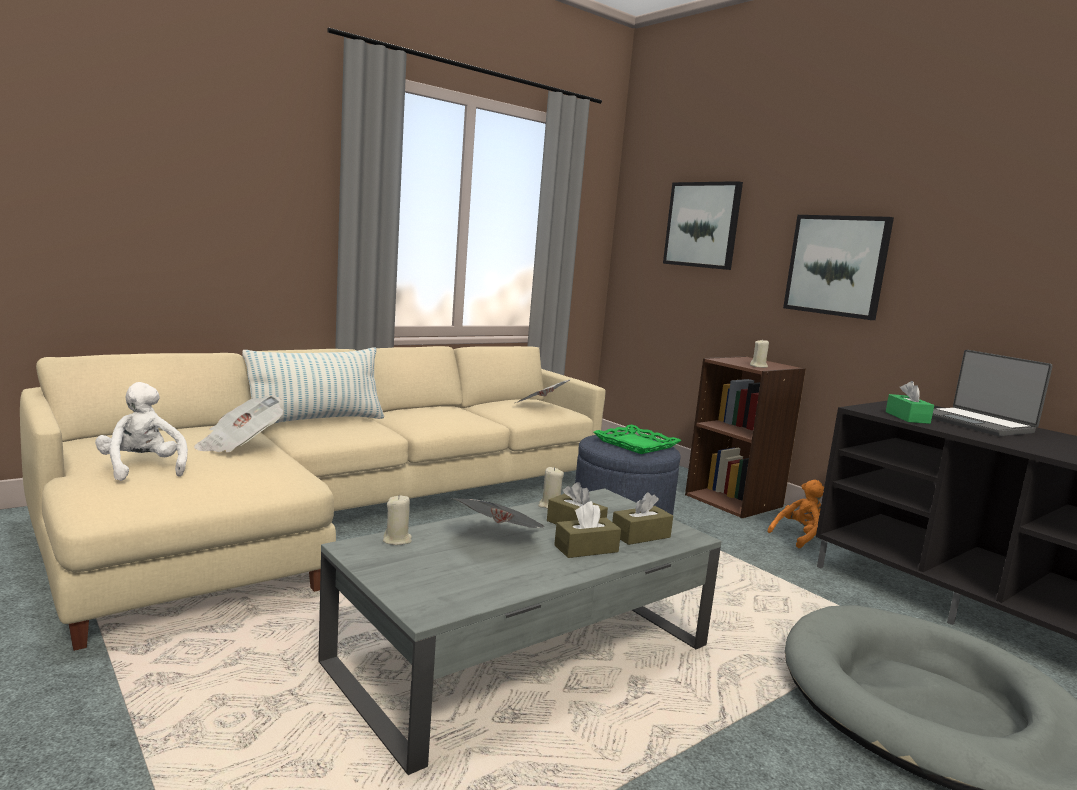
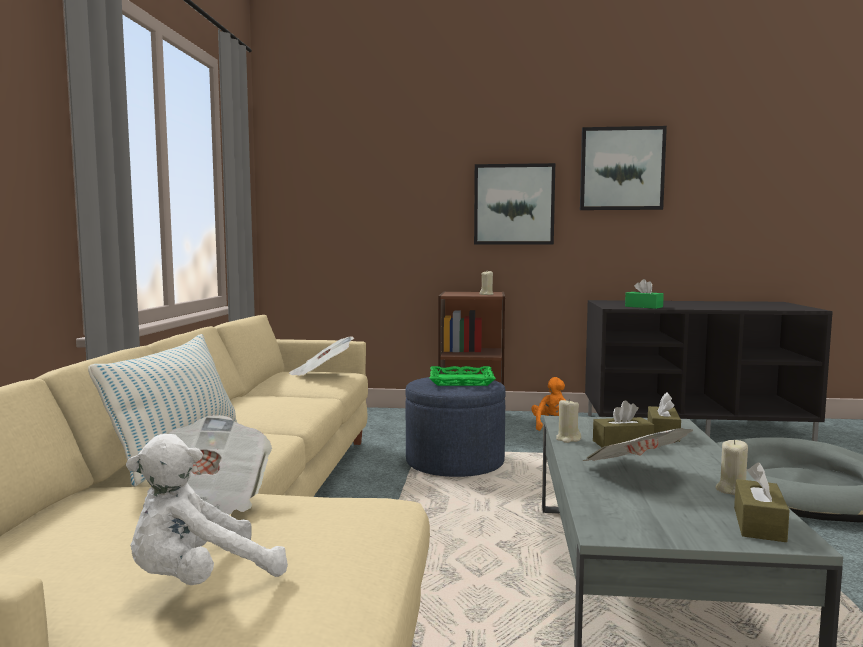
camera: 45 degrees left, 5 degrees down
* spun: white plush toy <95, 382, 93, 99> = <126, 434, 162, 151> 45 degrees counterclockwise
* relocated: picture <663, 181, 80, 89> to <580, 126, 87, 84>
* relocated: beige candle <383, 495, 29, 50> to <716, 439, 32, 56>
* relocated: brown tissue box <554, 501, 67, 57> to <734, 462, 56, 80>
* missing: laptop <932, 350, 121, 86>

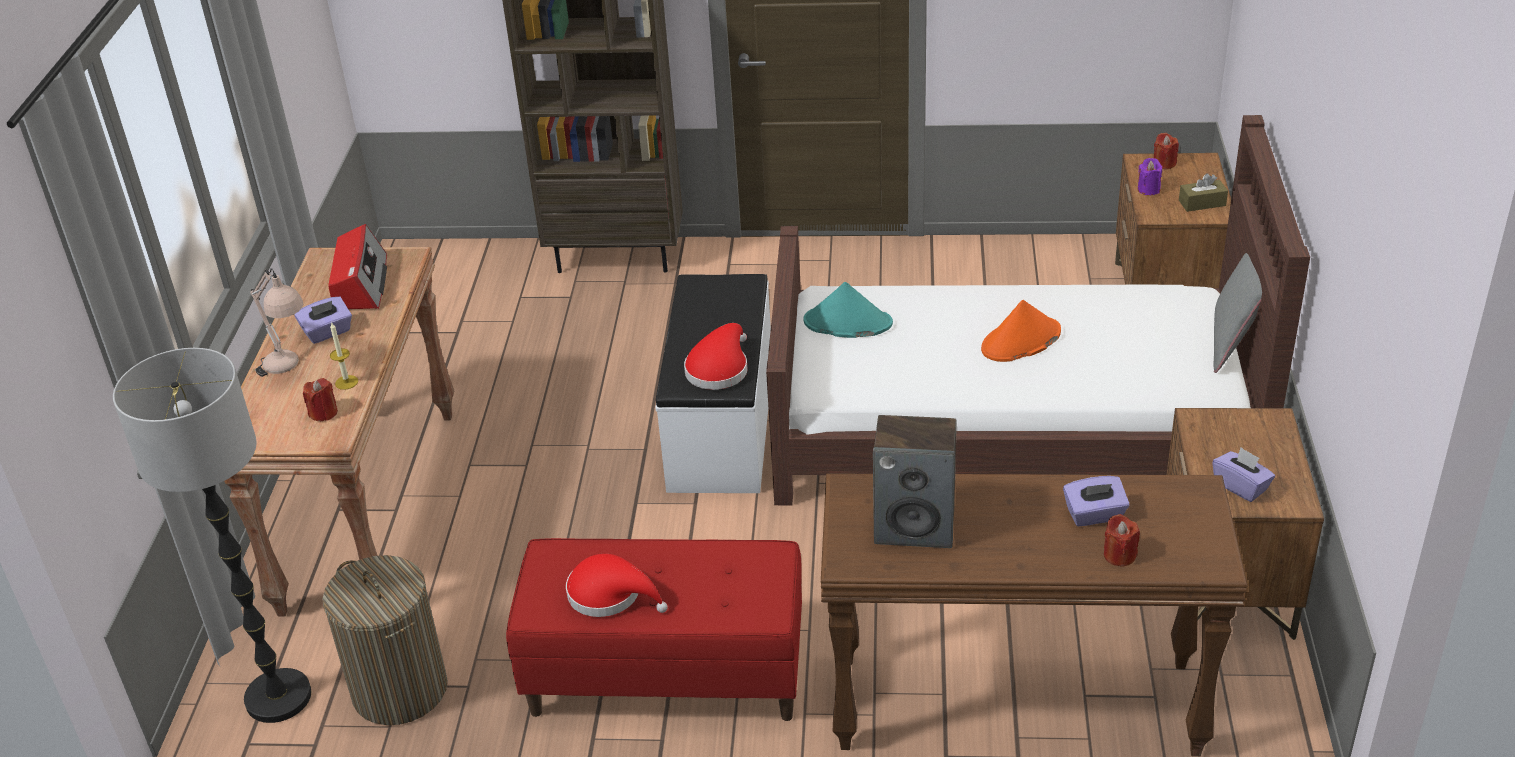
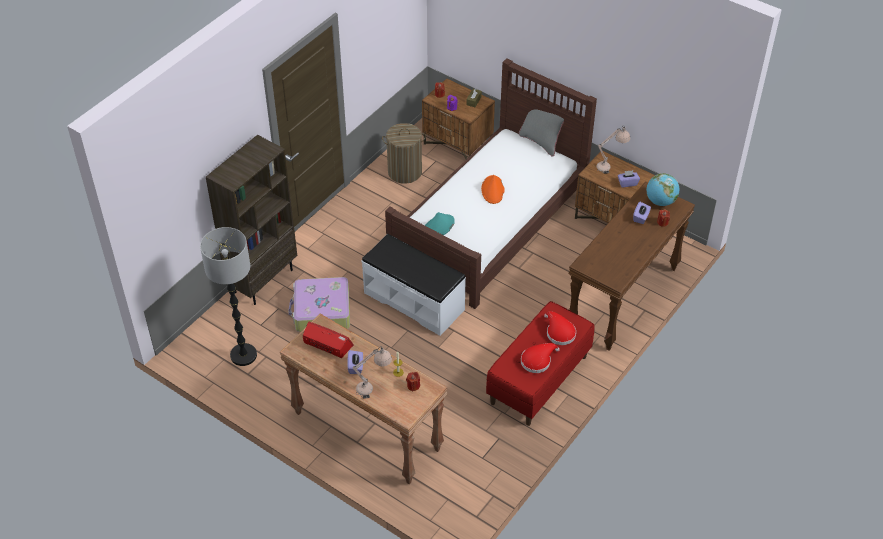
camera: 60 degrees left, 10 degrees up
* relocated: floor lamp <113, 348, 198, 375> to <200, 227, 57, 139>
* appeared: suitcase <288, 277, 62, 55>
* relocated: laundry basket <323, 555, 125, 170> to <382, 123, 44, 61>
* relocated: red hat <684, 323, 63, 67> to <544, 311, 32, 34>
* appeared: beige table lamp <596, 125, 34, 49>
* appeared: globe <646, 173, 33, 33>
* missing: speaker <873, 415, 84, 133>

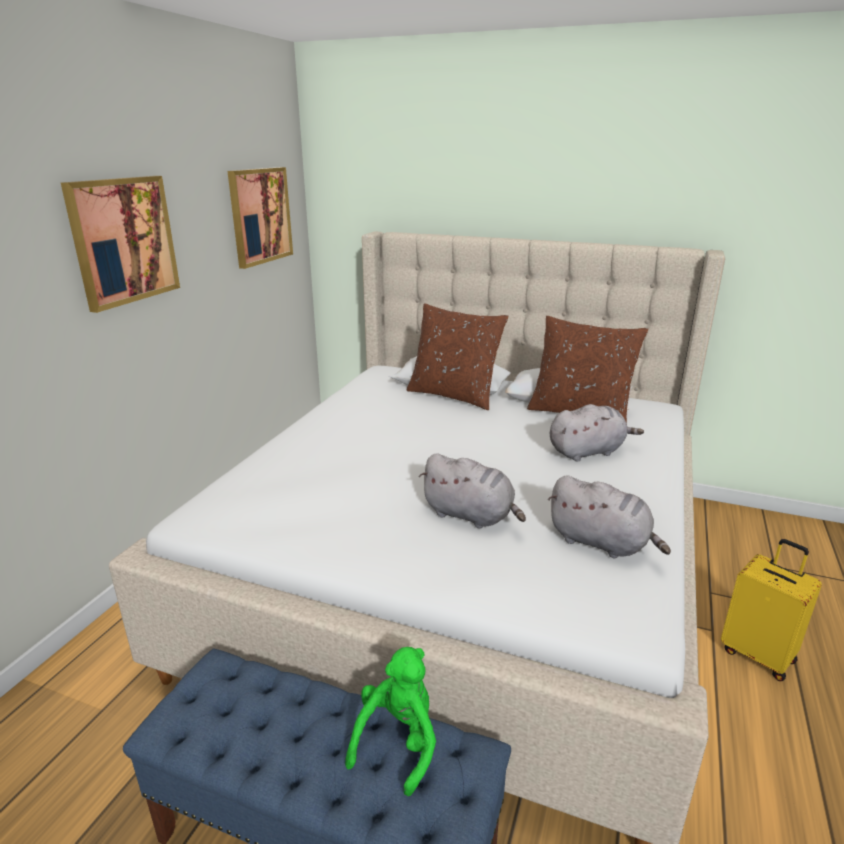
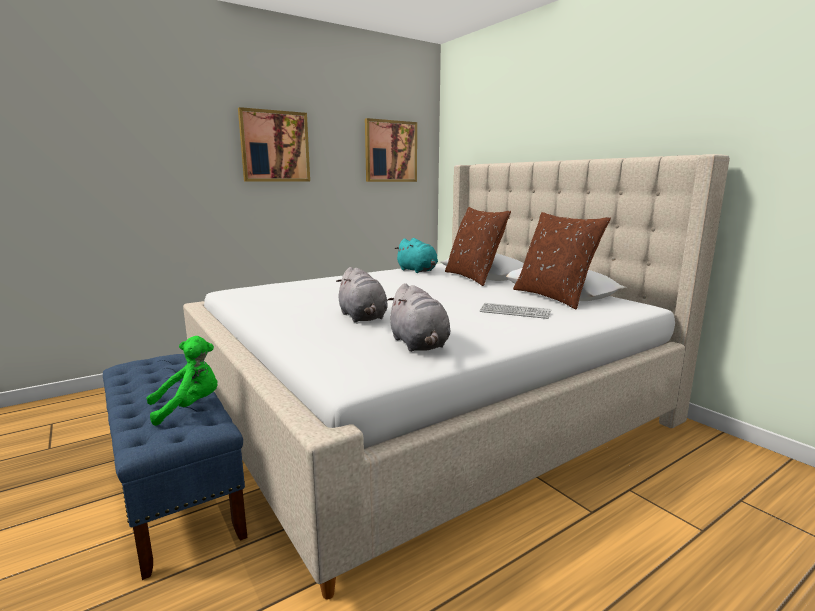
camera: 35 degrees right, 10 degrees down
* appeared: turquoise plush toy <395, 238, 43, 35>
* exchanged: grey plush toy <550, 404, 94, 58> to keyboard <480, 303, 71, 16>
* missing: yellow suitcase <721, 539, 101, 142>

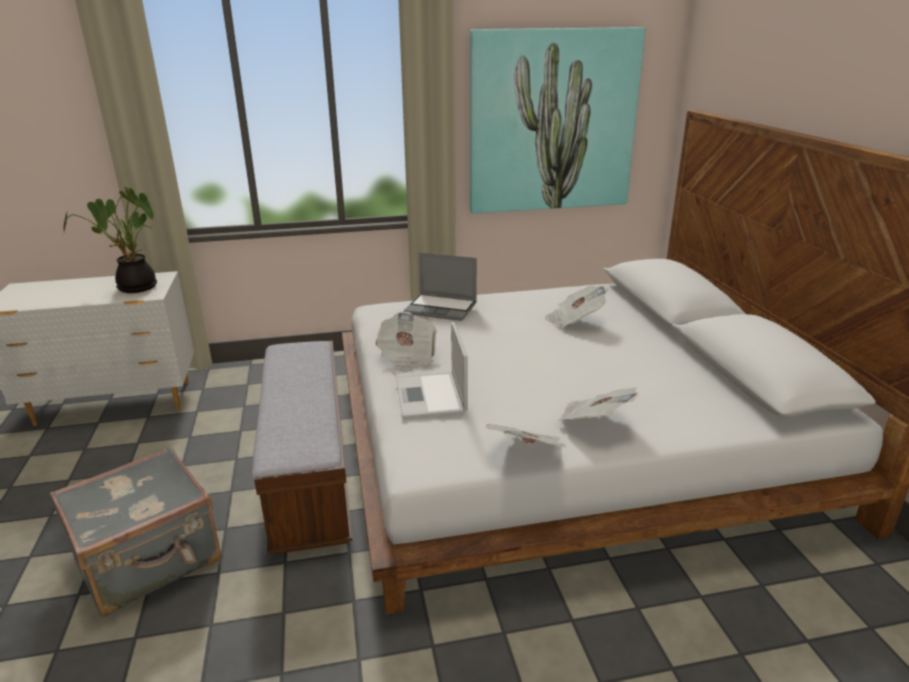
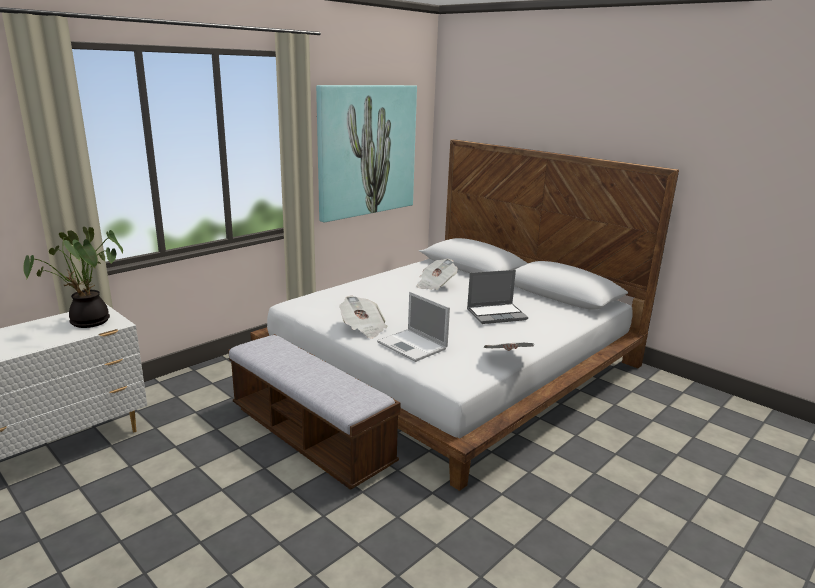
camera: 35 degrees left, 5 degrees down
* relocated: laptop <404, 252, 73, 69> to <467, 270, 61, 54>
* missing: grey suitcase <50, 447, 172, 170>
* missing: newspaper <558, 387, 80, 34>

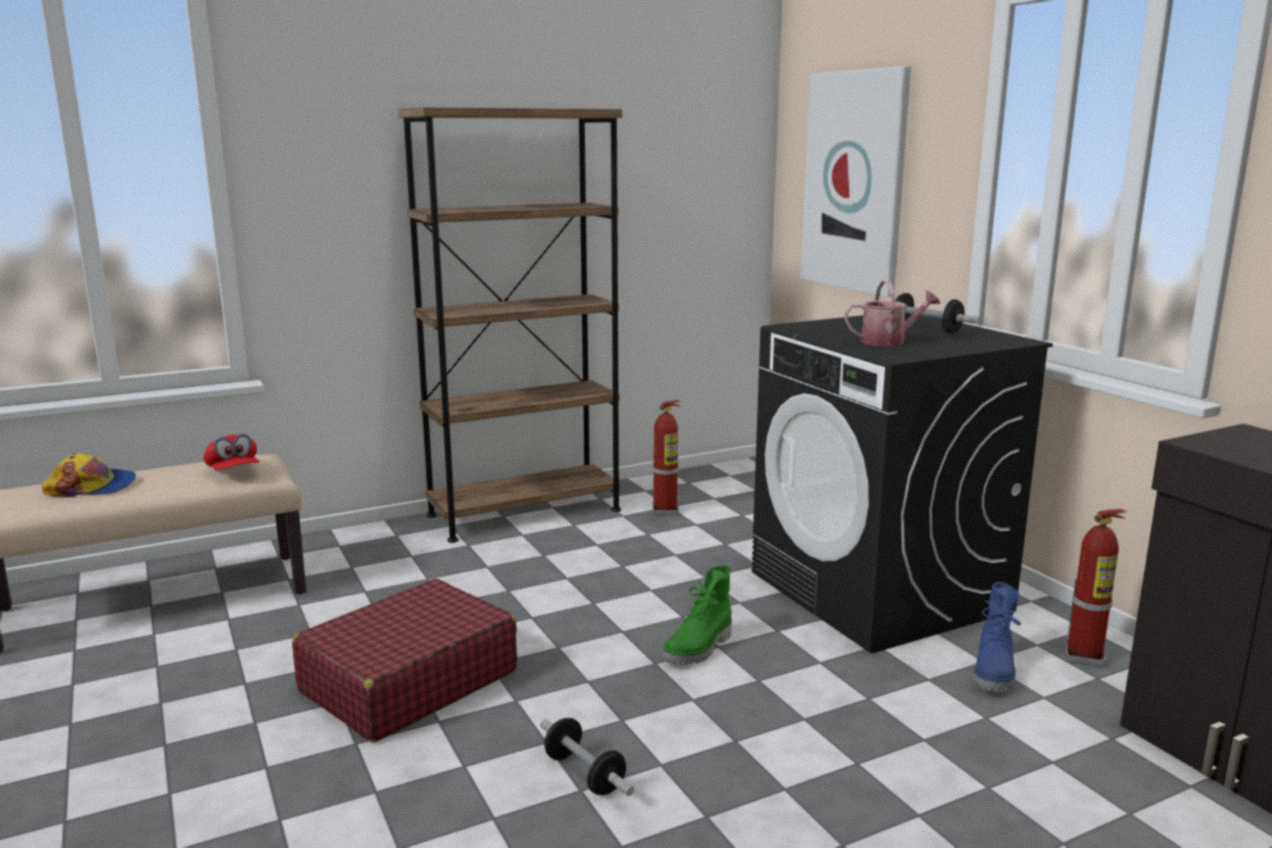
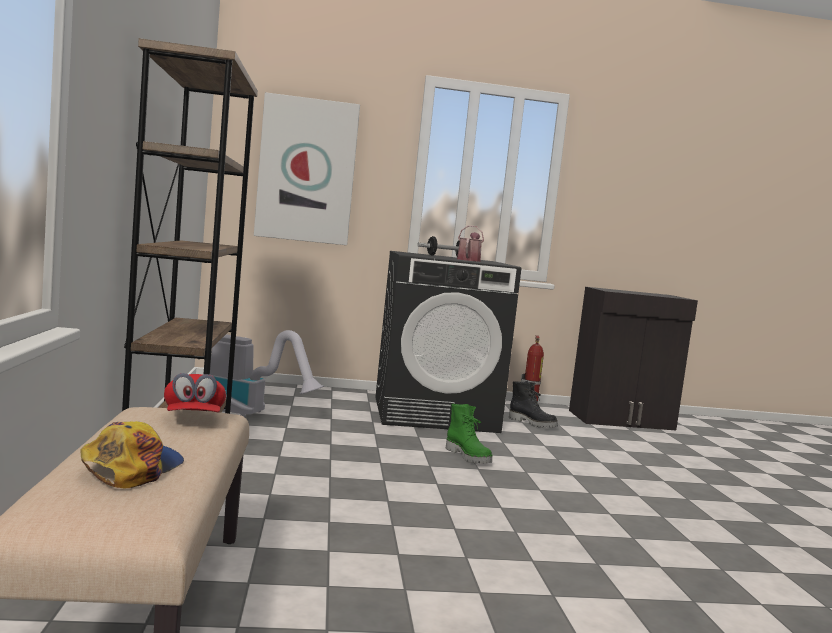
camera: 70 degrees left, 10 degrees down
* spun: red cap <204, 434, 55, 36> = <164, 373, 62, 40> 90 degrees clockwise
* exchanged: fire extinguisher <652, 400, 29, 115> to vacuum cleaner <210, 330, 114, 87>
* colour: blue boot <973, 582, 48, 110> to black boot <509, 381, 49, 47>
* missing: red suitcase <292, 579, 225, 163>
* missing: dumbbell <540, 718, 94, 78>

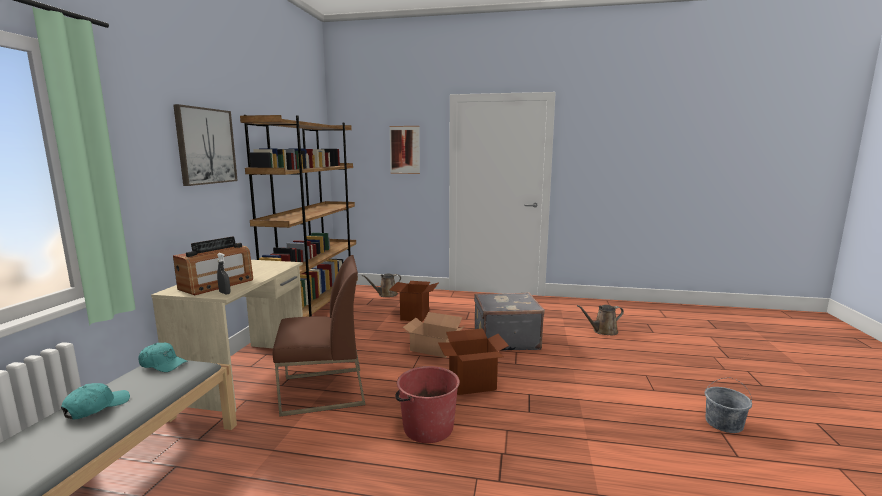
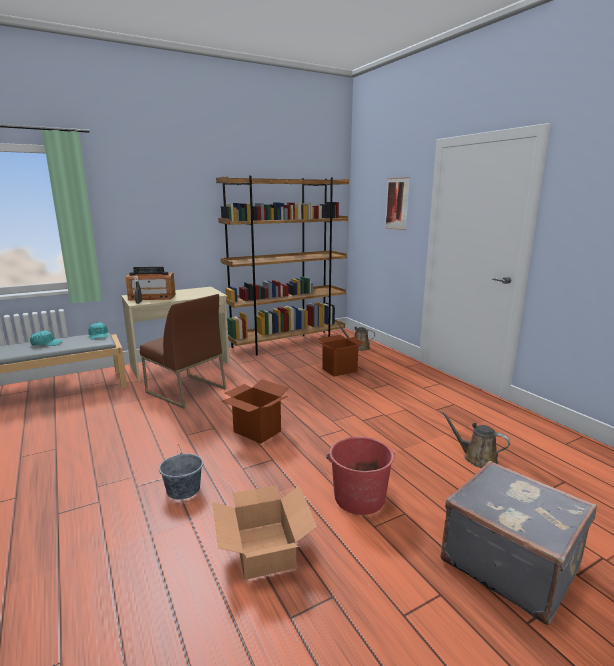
camera: 50 degrees right, 5 degrees up
* relocated: grey bucket <705, 378, 47, 55> to <159, 443, 44, 57>
* relocated: cardboard box <403, 312, 62, 46> to <212, 485, 105, 95>
* relocated: red bucket <395, 366, 65, 77> to <326, 436, 68, 79>
* relocated: grey suitcase <474, 292, 71, 59> to <441, 461, 156, 164>
* missing: picture <173, 104, 65, 82>

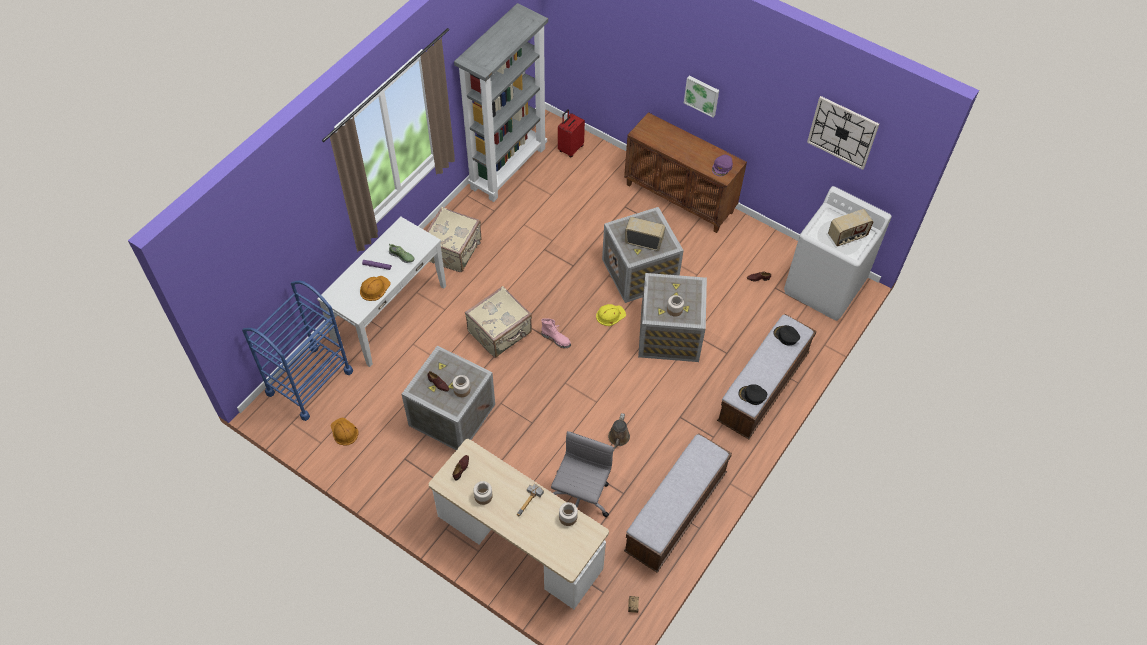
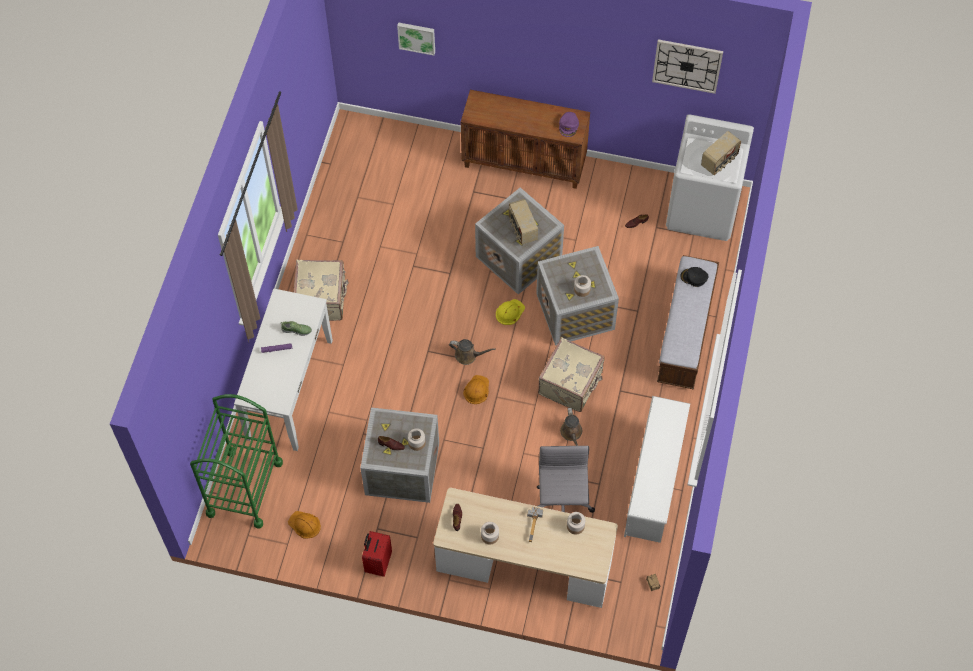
camera: 20 degrees left, 5 degrees up
* colour: blue cart <242, 281, 111, 140> to green cart <190, 394, 93, 135>
* relocated: red suitcase <558, 110, 27, 47> to <362, 531, 30, 46>
* relocated: picture <684, 76, 35, 42> to <397, 22, 38, 34>
* exchanged: pink boot <541, 318, 30, 30> to brown watering can <449, 339, 47, 26>
* relocated: orange hard hat <360, 276, 31, 25> to <463, 375, 26, 29>
* spun: radio <625, 217, 40, 34> = <509, 199, 29, 46> 105 degrees counterclockwise
* relocated: beige suitcase <465, 286, 67, 72> to <538, 337, 67, 75>
* exchanged: bench <624, 434, 108, 139> to white shoe rack <624, 396, 66, 147>
* missing: grey bookcase <454, 3, 94, 199>
* missing: black cap <738, 384, 29, 21>

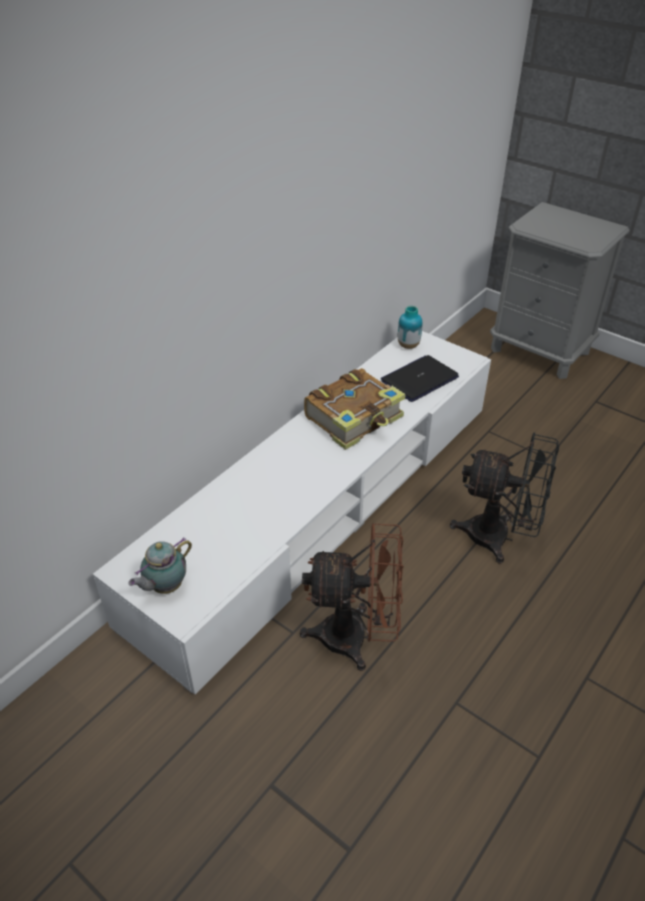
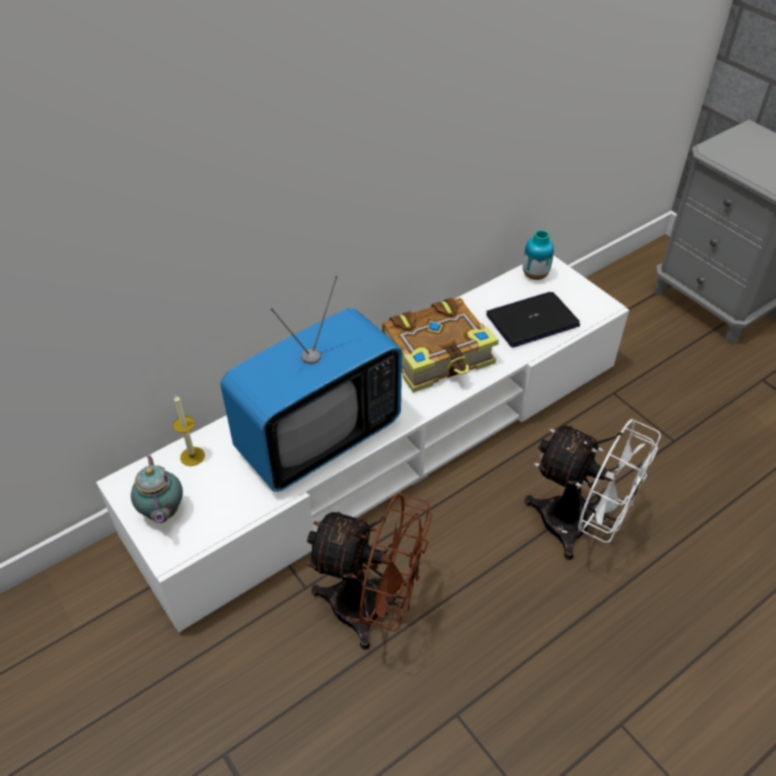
camera: 15 degrees right, 5 degrees up
* spun: teapot <129, 538, 63, 56> = <131, 455, 52, 68> 75 degrees counterclockwise
* appeared: candle <173, 395, 32, 71>
* appeared: television <220, 276, 182, 216>
* colour: black fan <450, 432, 109, 132> to white fan <524, 419, 137, 141>

